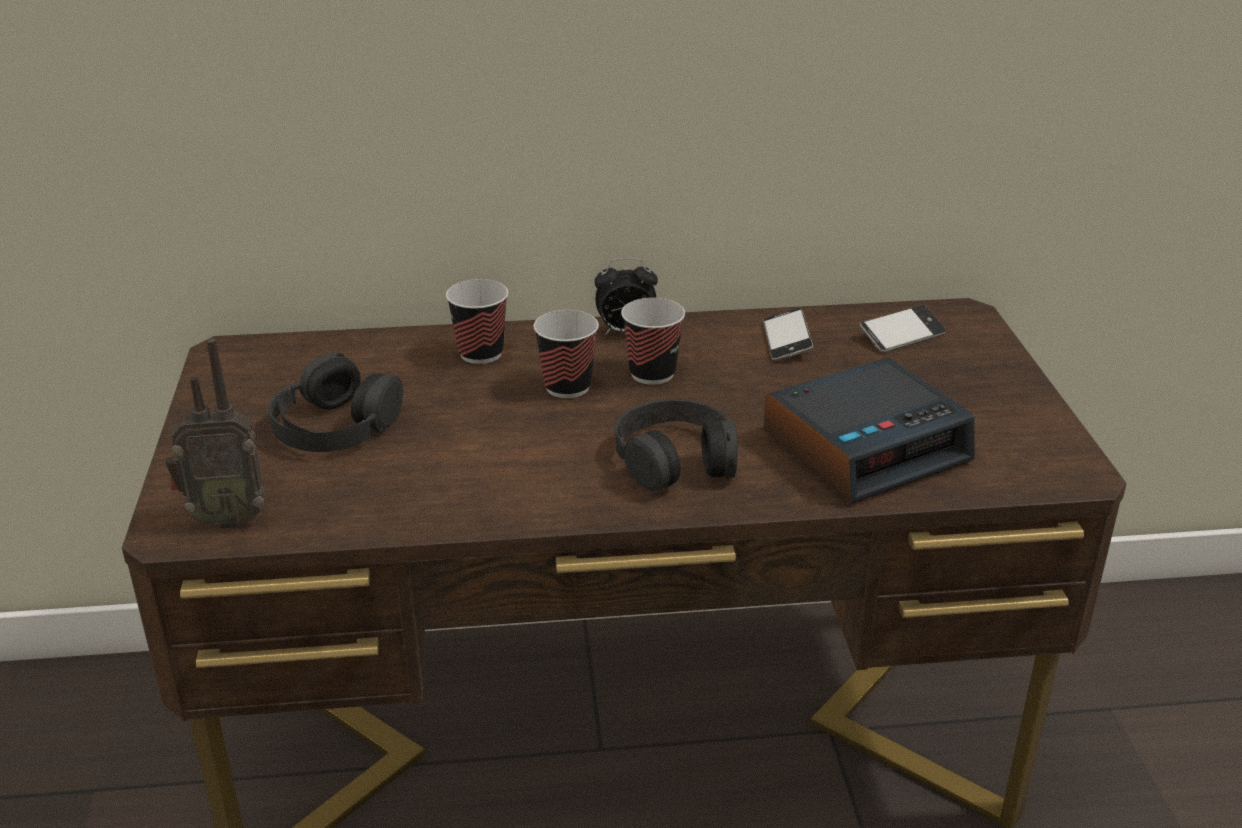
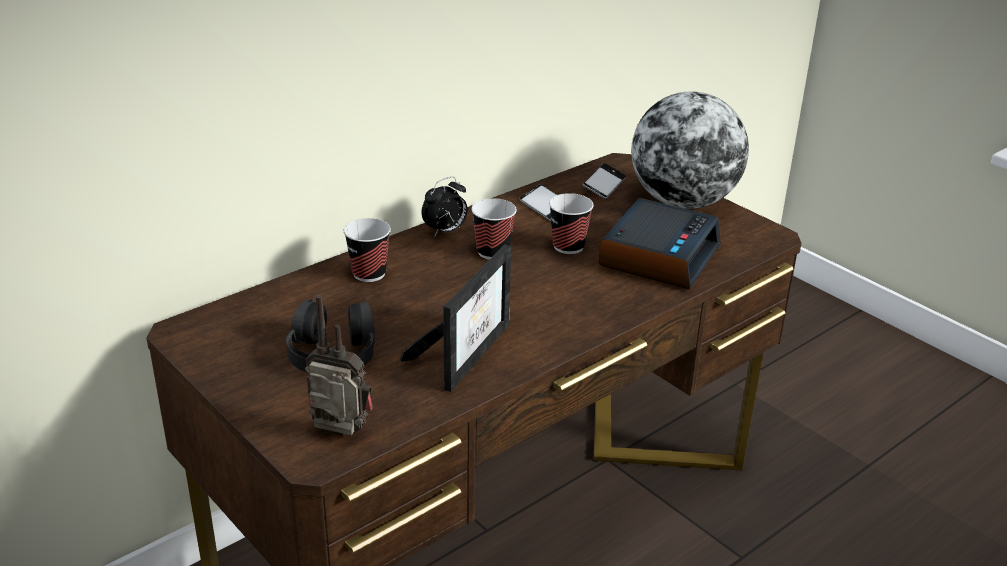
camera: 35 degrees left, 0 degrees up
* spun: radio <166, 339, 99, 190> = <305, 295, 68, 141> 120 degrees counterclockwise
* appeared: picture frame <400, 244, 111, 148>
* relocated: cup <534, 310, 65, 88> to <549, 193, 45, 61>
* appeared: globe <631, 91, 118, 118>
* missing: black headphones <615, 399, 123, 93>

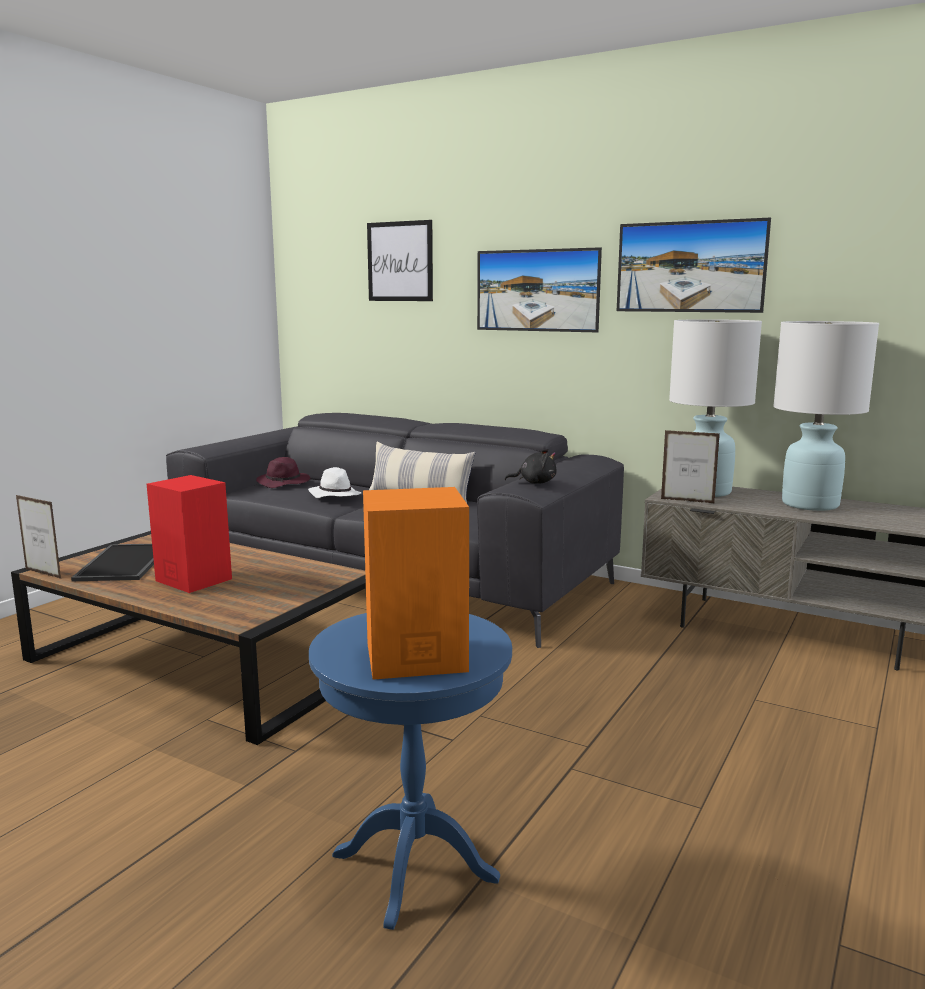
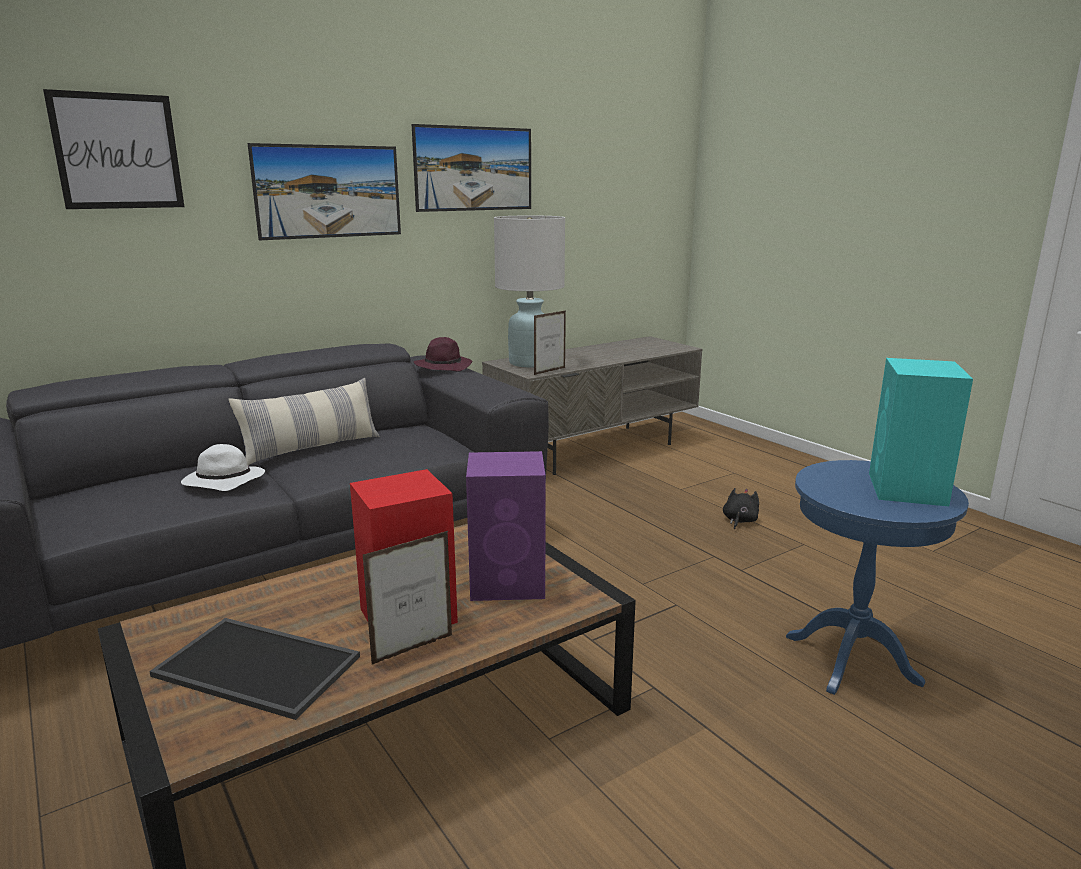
camera: 65 degrees left, 5 degrees up
* relocated: picture frame <16, 495, 45, 84> to <363, 531, 89, 134>
* relocated: purple hat <256, 457, 54, 31> to <414, 337, 58, 35>
* appeared: purple speaker <466, 451, 80, 150>
* relocated: black plush toy <505, 449, 52, 35> to <723, 488, 36, 41>
* colour: orange speaker <363, 487, 106, 193> to turquoise speaker <869, 358, 104, 149>
* missing: white table lamp <773, 321, 106, 190>

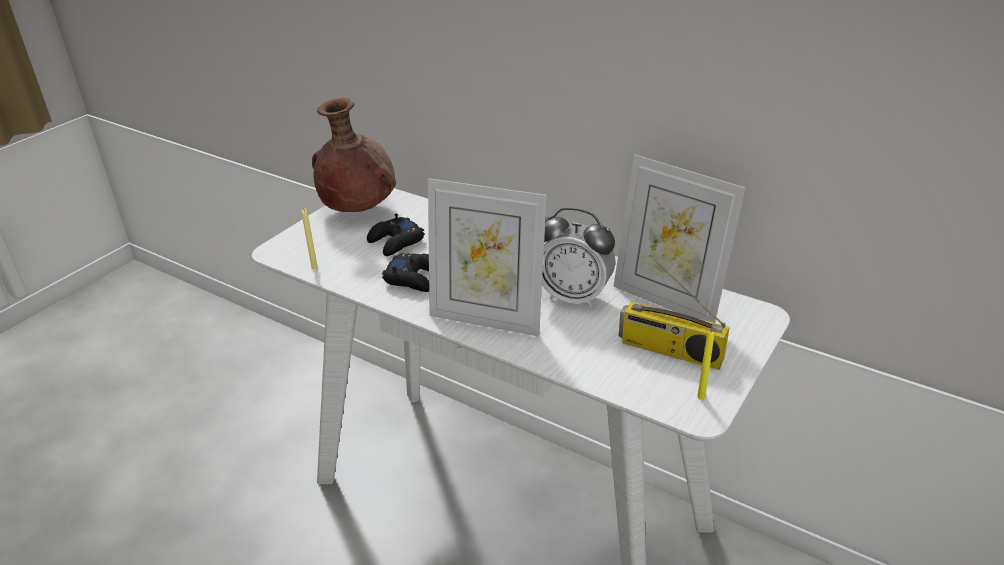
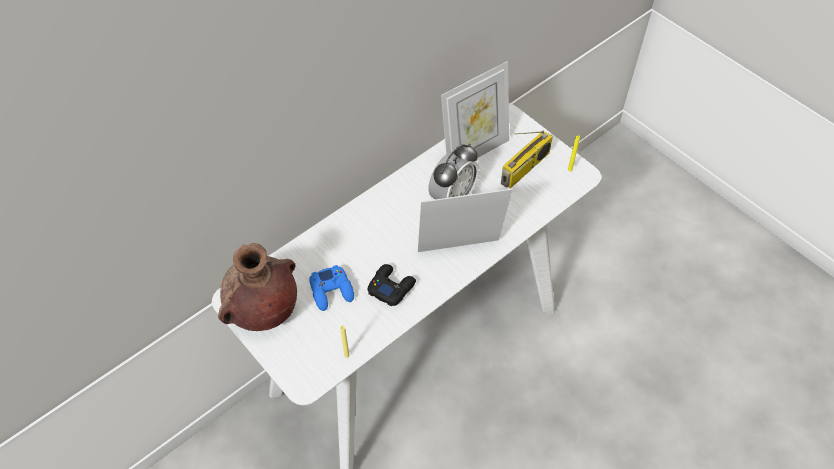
camera: 75 degrees left, 20 degrees up
* colour: black game controller <367, 213, 58, 43> to blue game controller <309, 265, 45, 46>
* spun: picture frame <428, 178, 119, 159> = <418, 189, 95, 63> 135 degrees counterclockwise

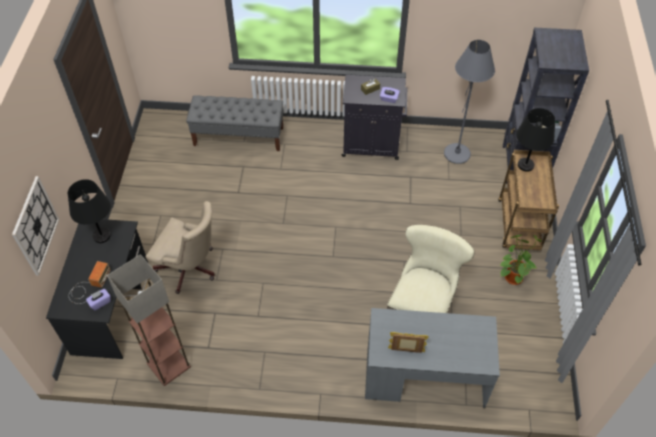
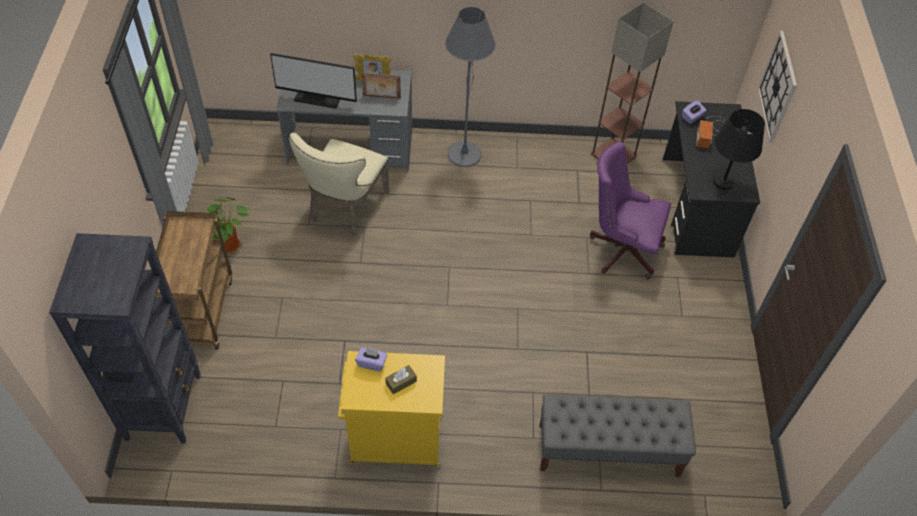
camera: 175 degrees right, 0 degrees up
* appeared: monitor <270, 53, 87, 56>
* colour: black cabinet <342, 75, 65, 85> to yellow cabinet <338, 351, 107, 116>
* appeared: picture frame <362, 73, 39, 26>
* relocated: grey floor lamp <444, 40, 51, 124> to <445, 7, 51, 160>
* colour: beige office chair <145, 201, 70, 93> to purple office chair <590, 142, 81, 137>
* missing: black table lamp <516, 108, 39, 64>

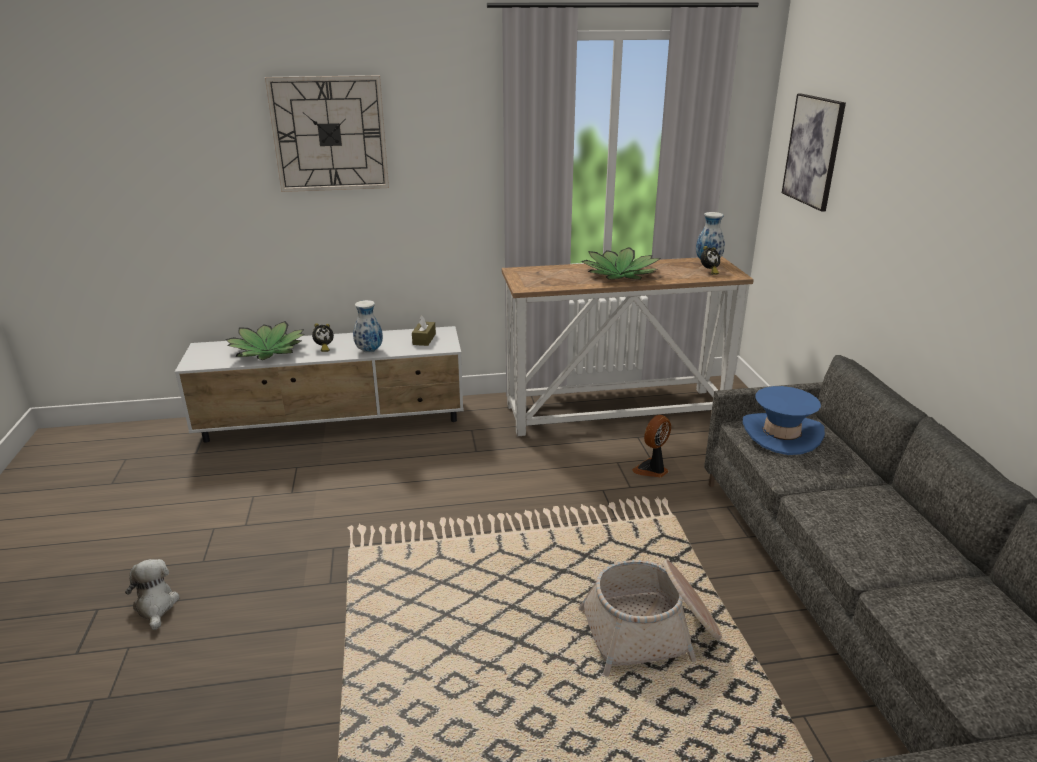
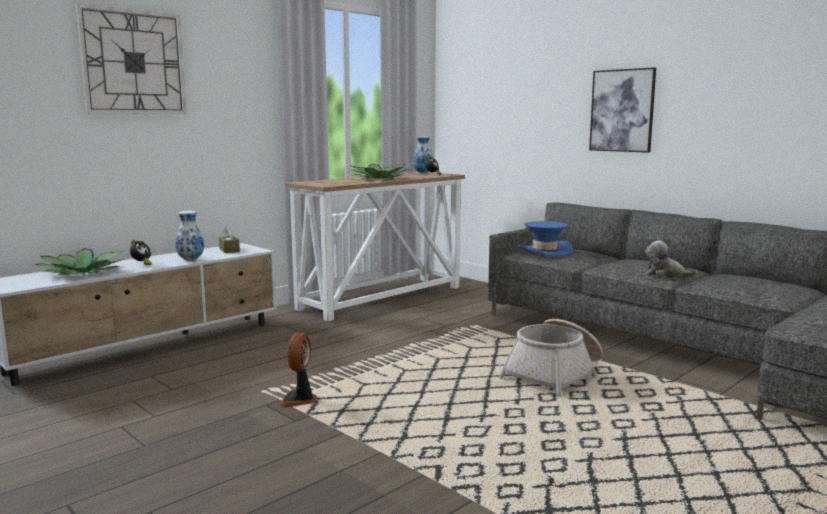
camera: 35 degrees left, 15 degrees down
* relocated: fan <632, 415, 39, 62> to <277, 332, 40, 76>
* relocated: picture <782, 94, 64, 118> to <589, 67, 67, 86>
* relocated: plush toy <125, 559, 55, 71> to <645, 240, 53, 37>

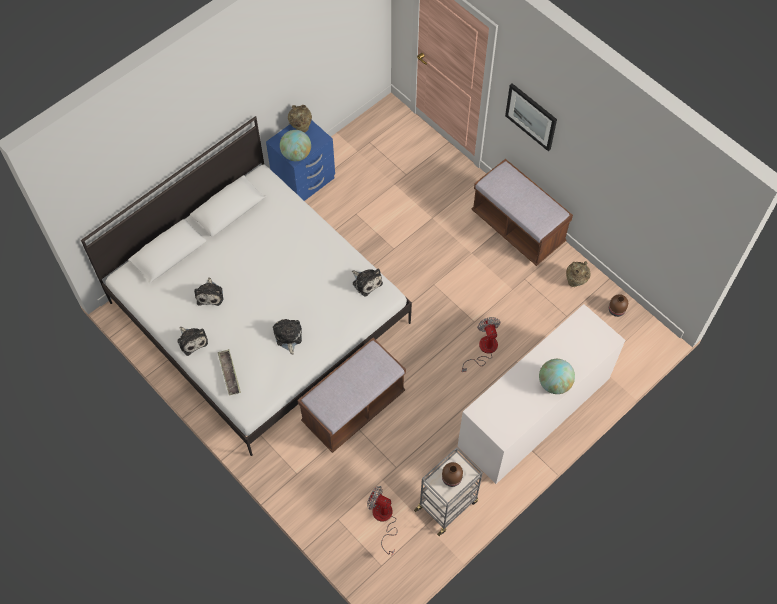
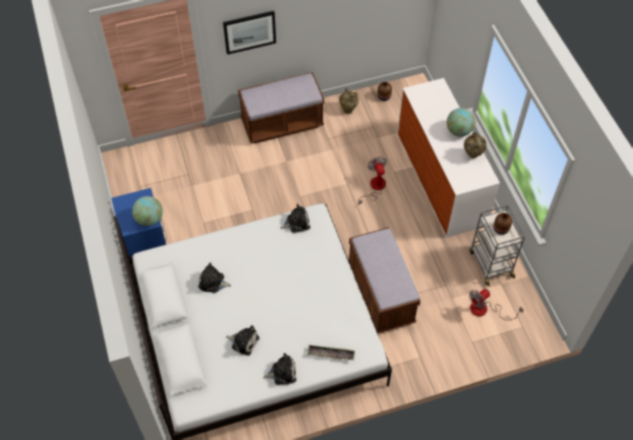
camera: 65 degrees left, 5 degrees down
* relocated: plush toy <273, 319, 29, 36> to <198, 262, 33, 31>
* spun: fan <462, 317, 39, 55> = <358, 157, 29, 49> 60 degrees clockwise
* relocated: beige vase <288, 105, 24, 27> to <464, 132, 22, 26>

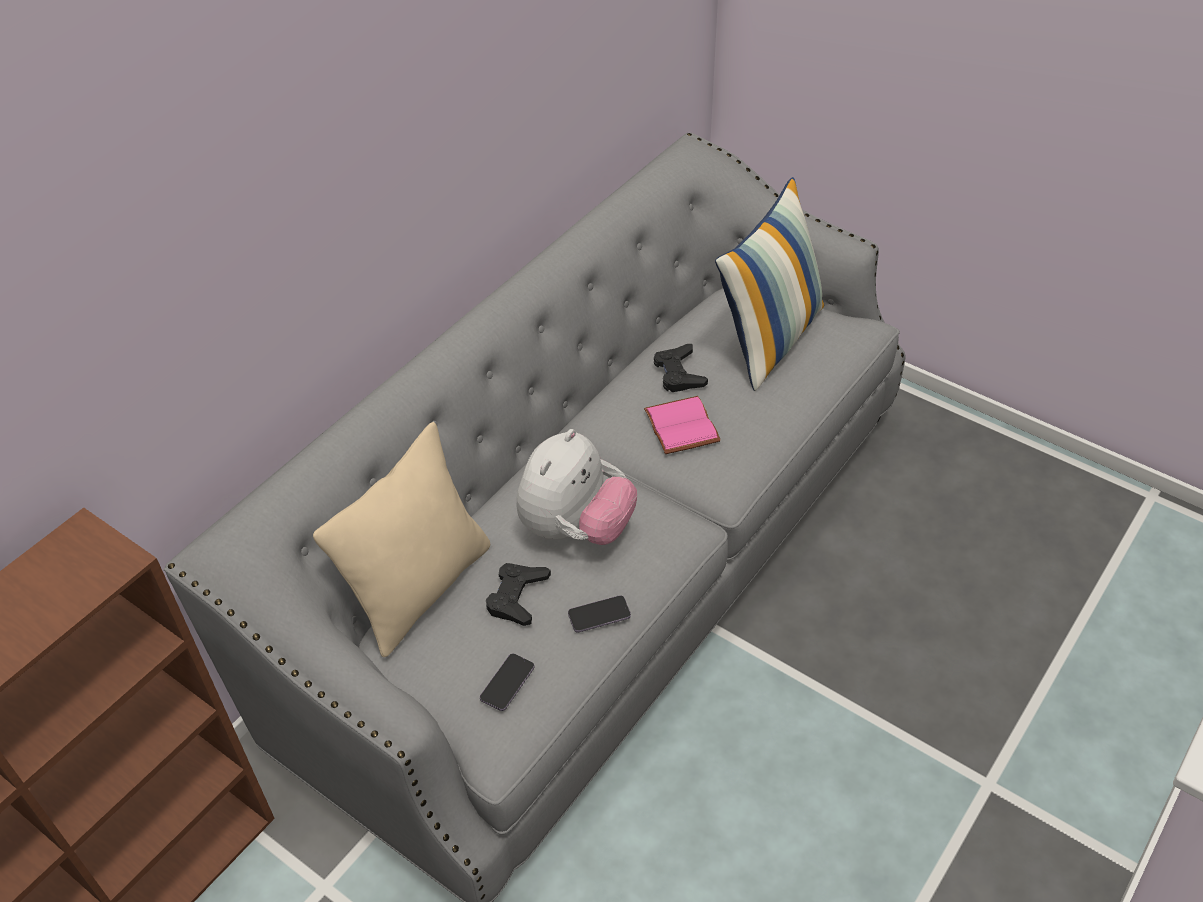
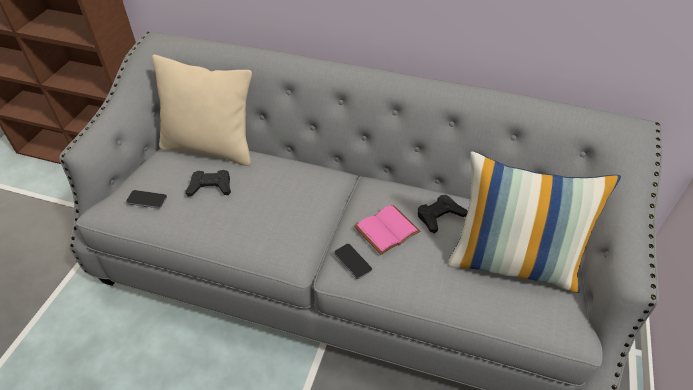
camera: 70 degrees right, 0 degrees up
* relocated: phone <568, 595, 63, 37> to <334, 244, 38, 35>
* missing: plush toy <516, 429, 121, 116>

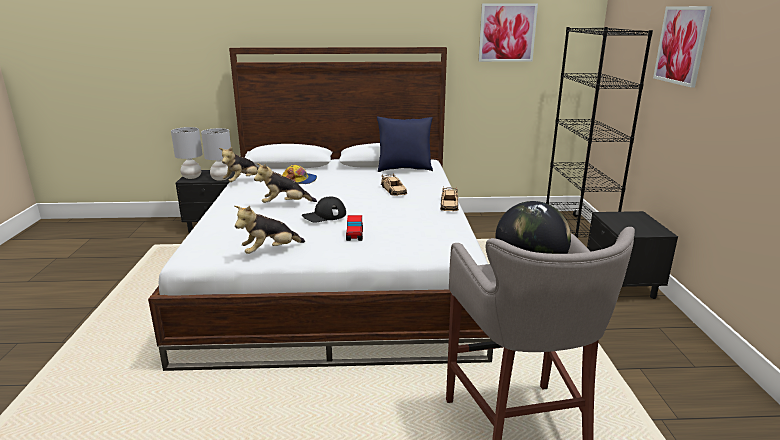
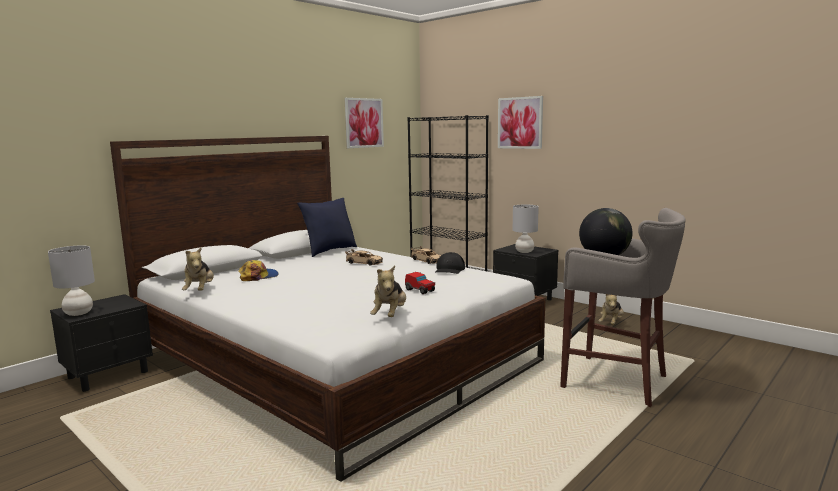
camera: 45 degrees left, 10 degrees down
* relocated: black cap <302, 197, 44, 26> to <435, 252, 30, 22>
* relocated: grey table lamp <201, 128, 30, 53> to <513, 205, 26, 48>
* relocated: plush toy <254, 163, 63, 40> to <599, 294, 25, 31>

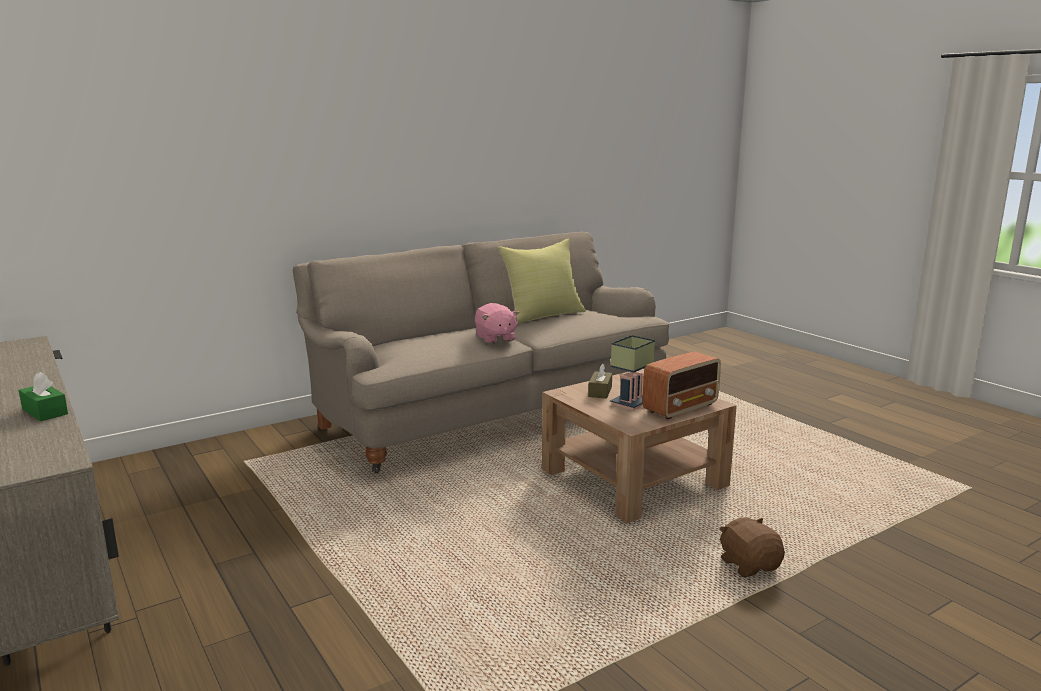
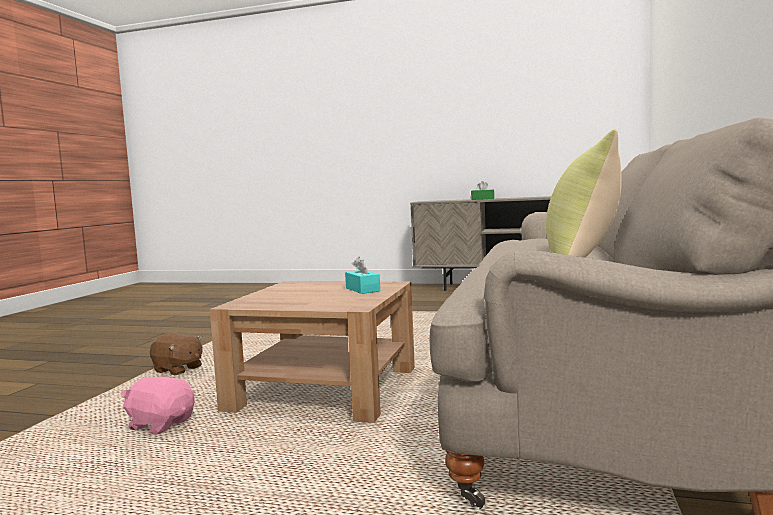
camera: 140 degrees right, 10 degrees down
* relocated: pink plush toy <475, 303, 45, 41> to <120, 375, 75, 60>
* colour: brown tissue box <588, 364, 24, 35> to turquoise tissue box <345, 257, 35, 37>
* missing: table lamp <610, 335, 45, 75>
* missing: radio <642, 351, 79, 68>

